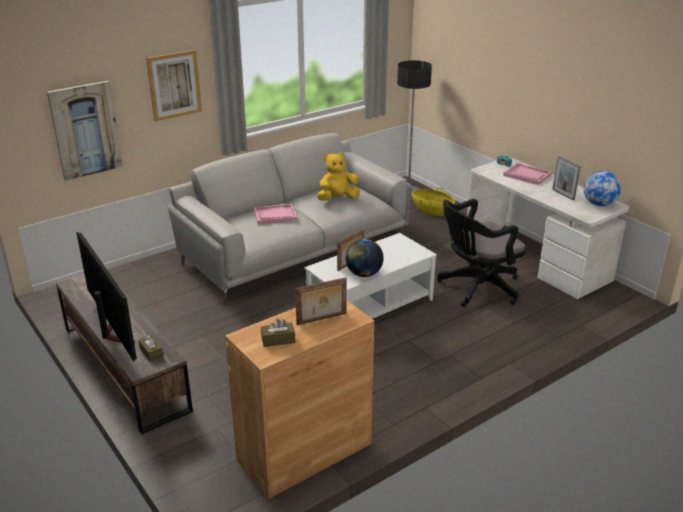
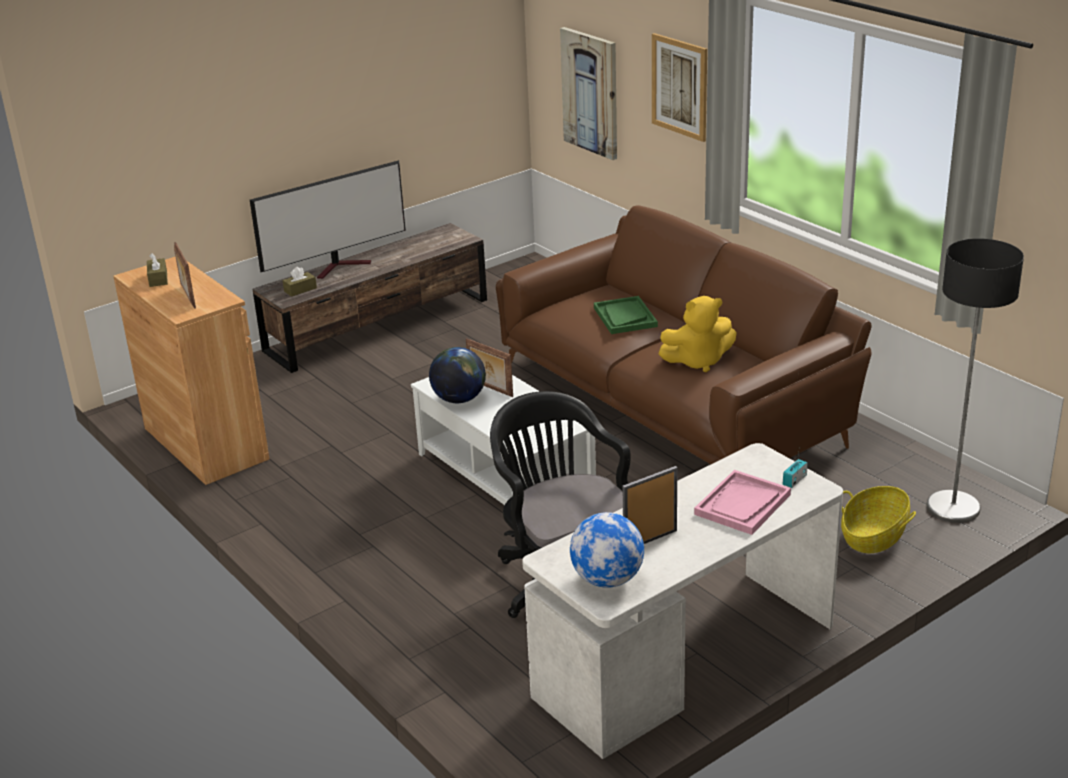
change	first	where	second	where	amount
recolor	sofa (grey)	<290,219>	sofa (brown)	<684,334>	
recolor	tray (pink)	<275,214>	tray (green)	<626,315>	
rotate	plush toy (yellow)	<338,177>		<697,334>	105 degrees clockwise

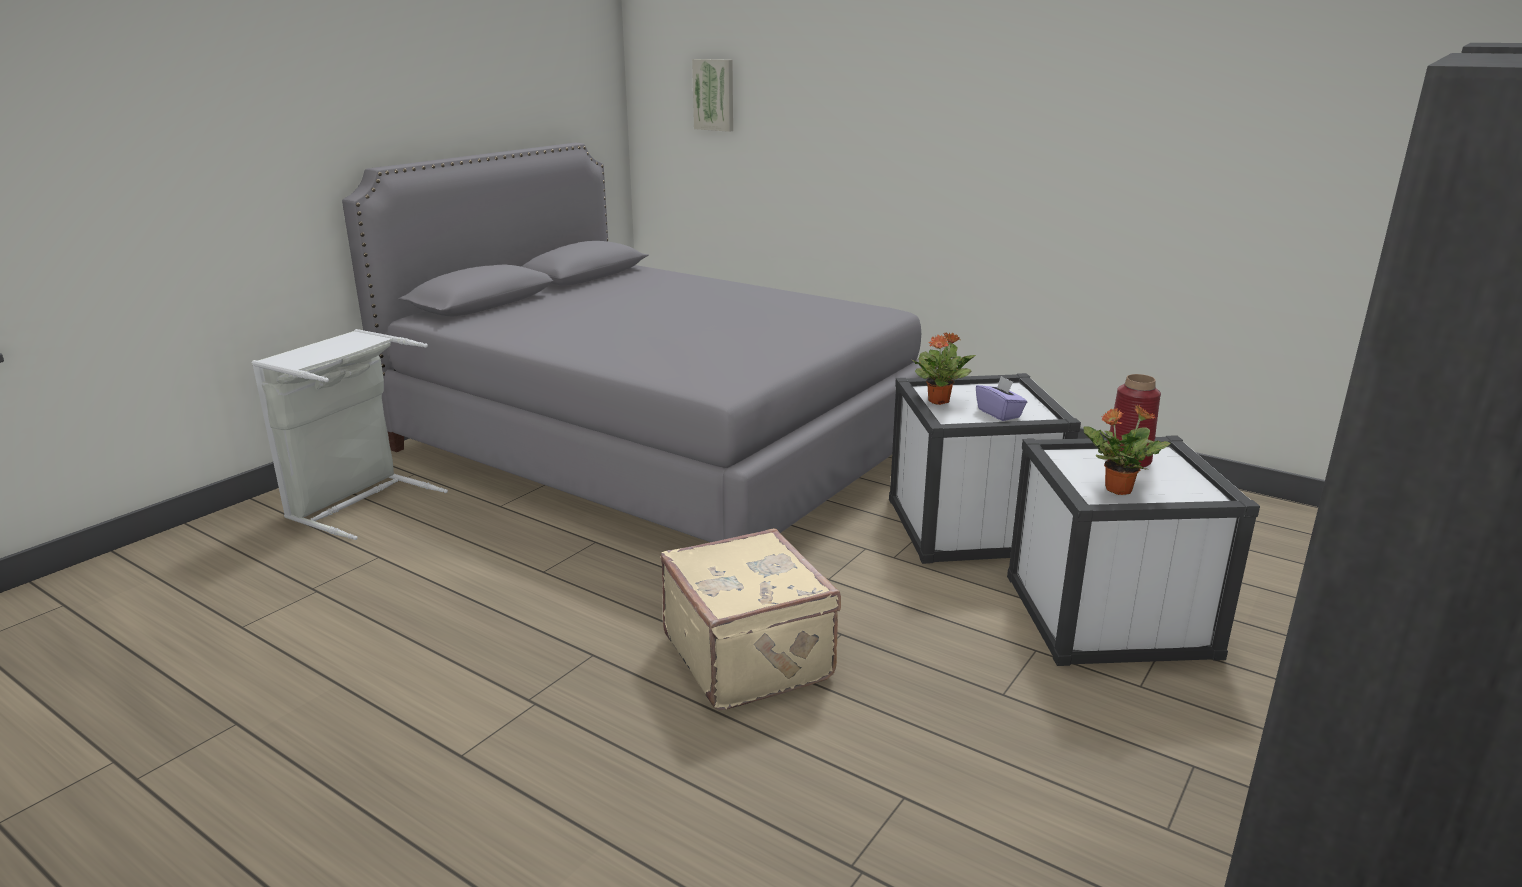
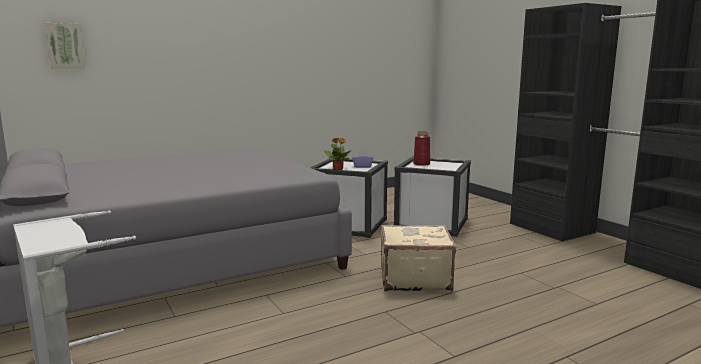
change	first	where	second	where	amount
delete	potted plant	<1127,449>			

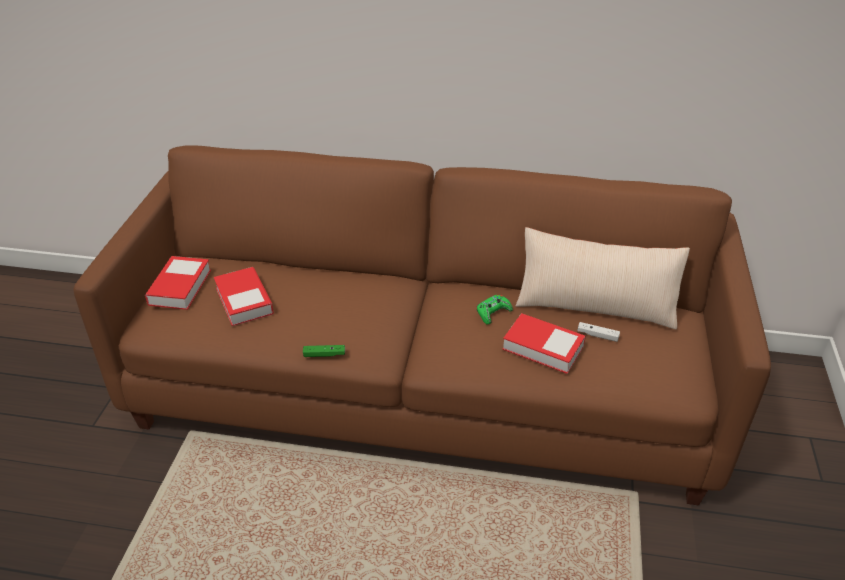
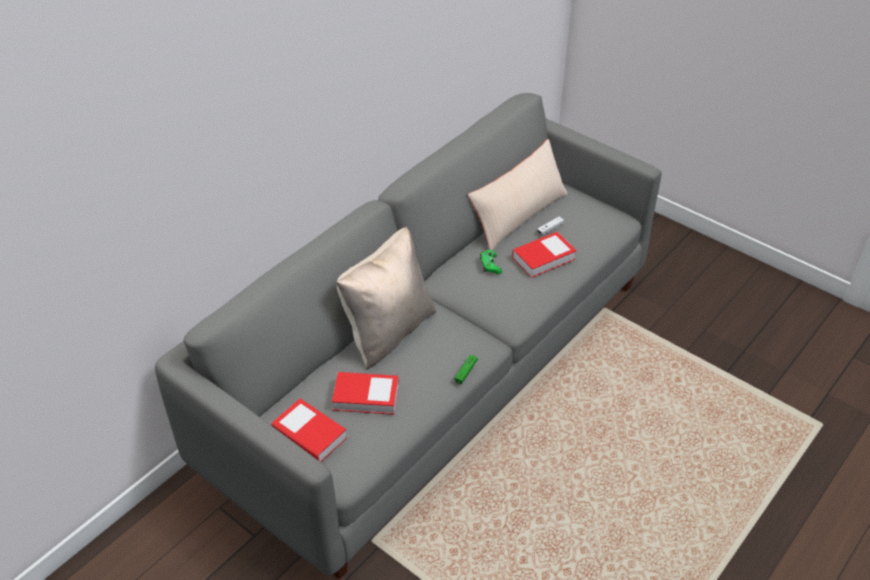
change	first	where	second	where	amount
insert			pillow (beige)	<386,298>	
recolor	sofa (brown)	<422,325>	sofa (grey)	<408,336>	

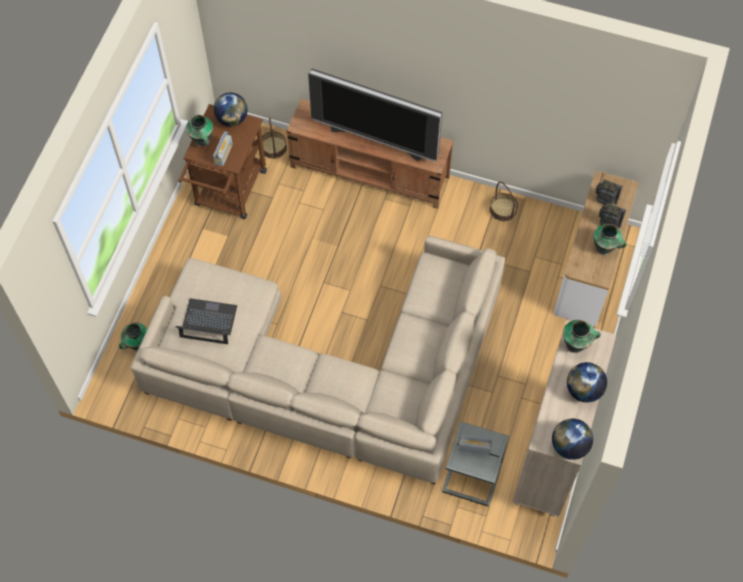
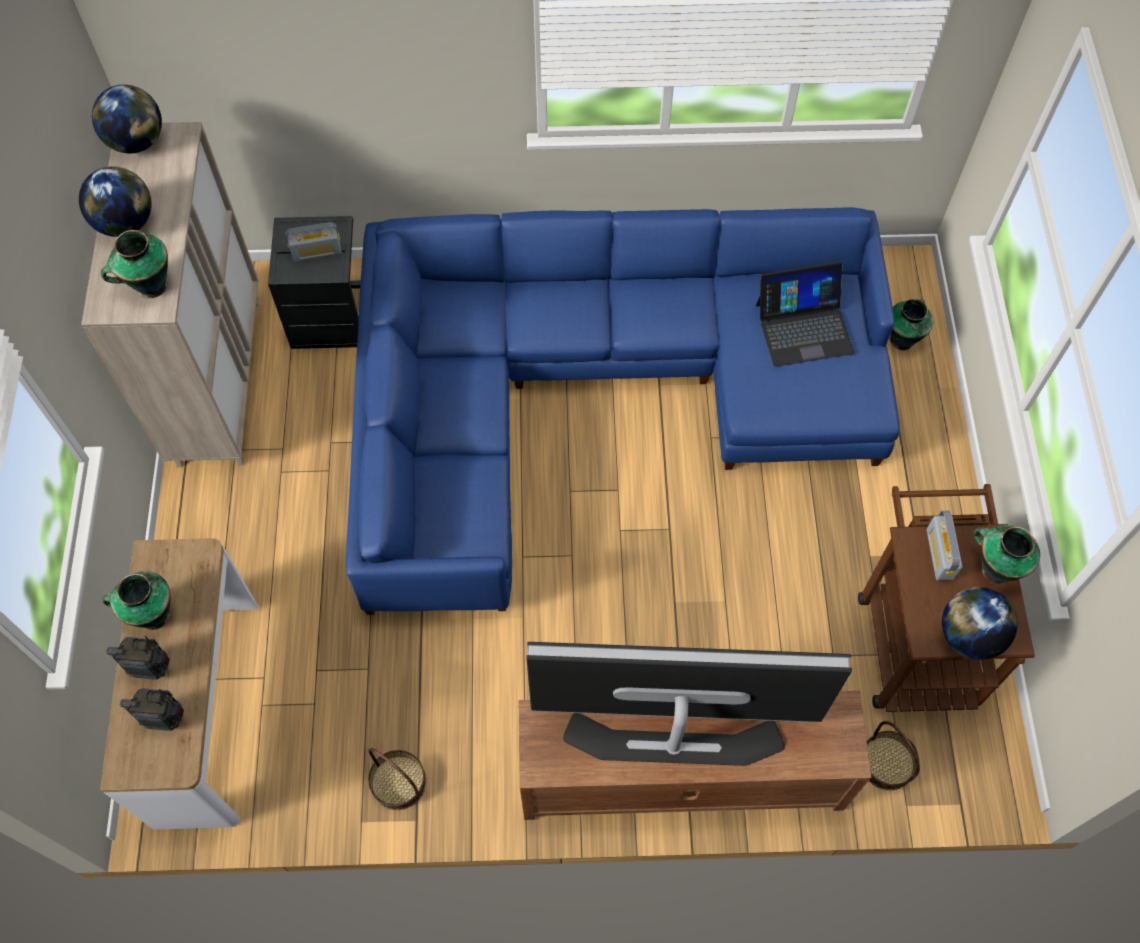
change	first	where	second	where	amount
recolor	sofa (beige)	<318,360>	sofa (blue)	<623,411>	

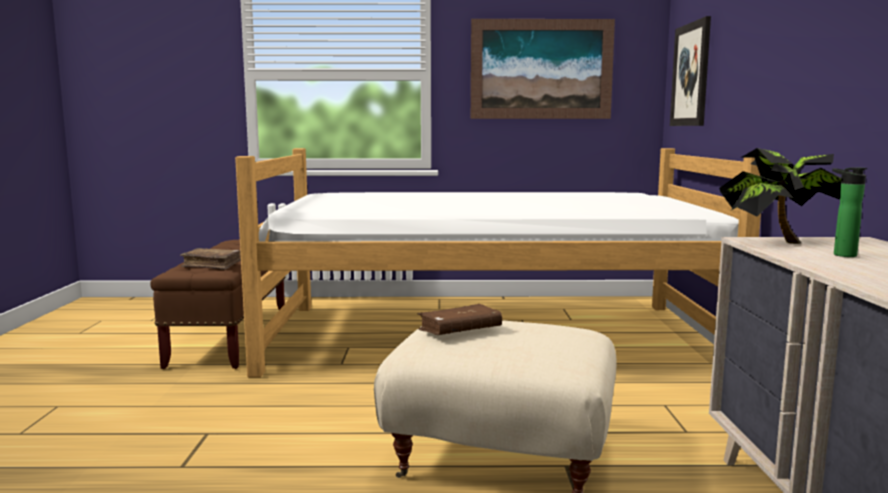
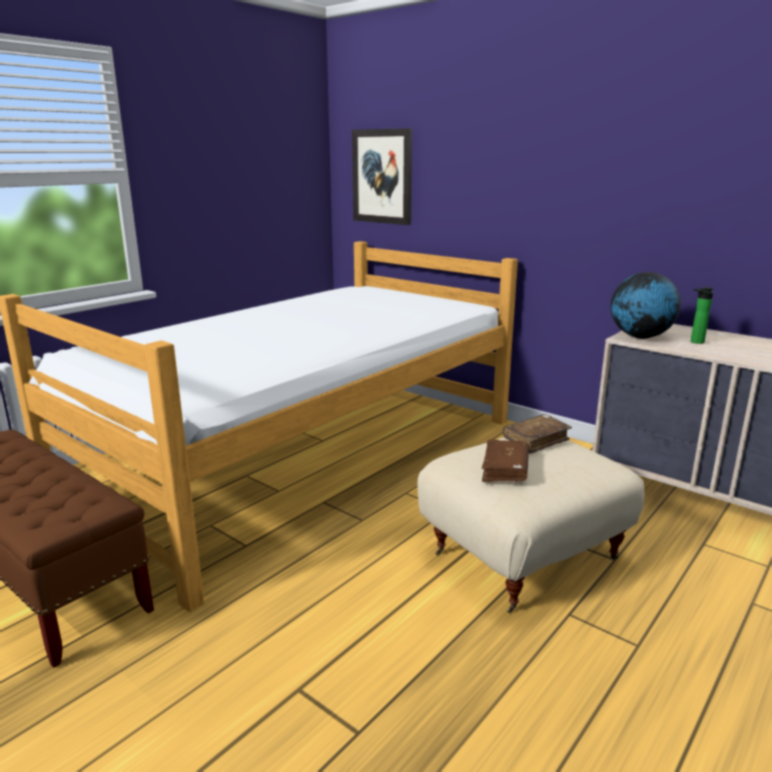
change	first	where	second	where	amount
delete	picture	<543,69>			
move	book (brown)	<210,259>		<537,434>	
replace	potted plant	<780,196>	globe	<646,305>	

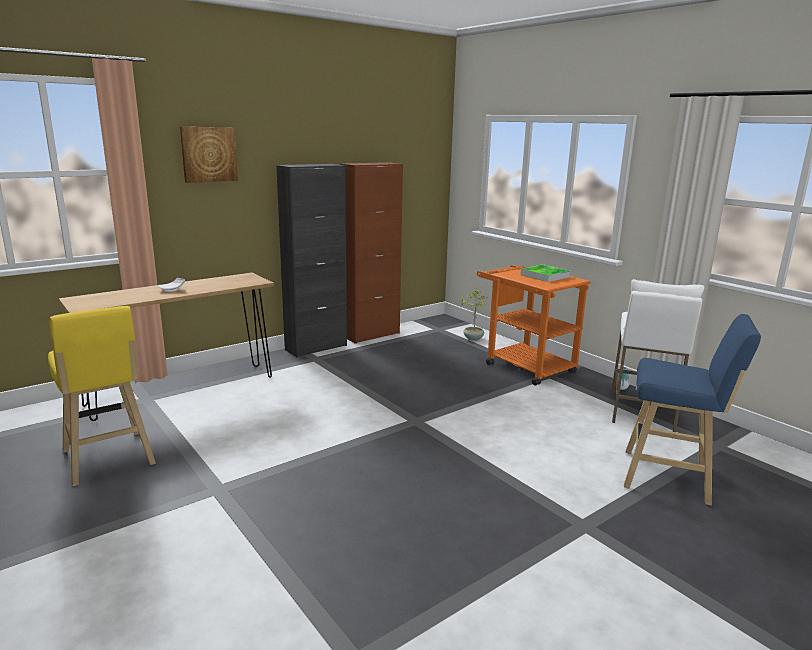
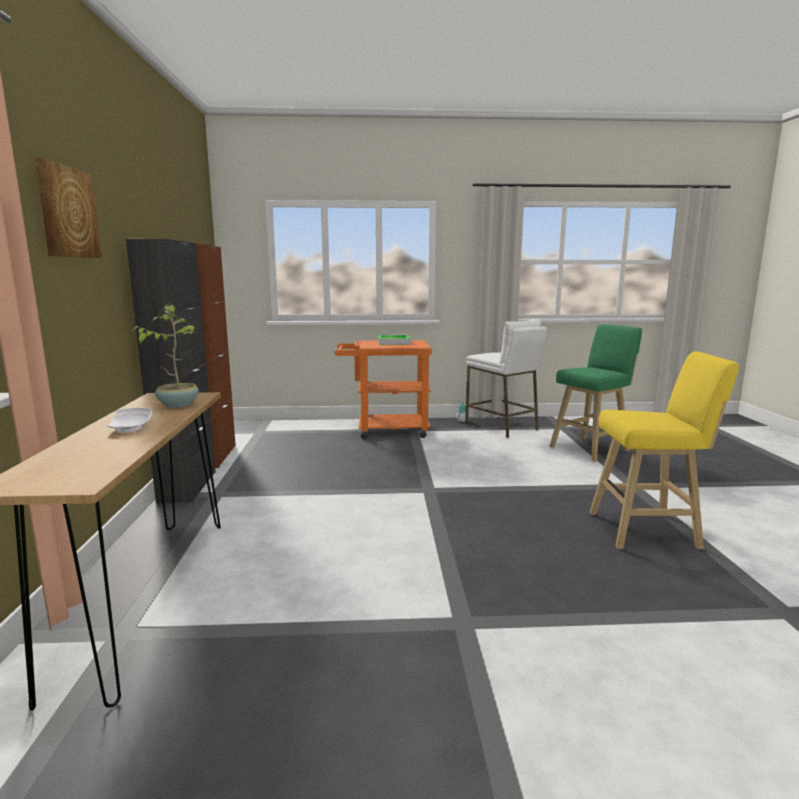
change	first	where	second	where	amount
move	stool (yellow)	<102,396>		<664,450>	
move	potted plant	<474,315>		<165,356>	
recolor	stool (blue)	<692,409>	stool (green)	<595,393>	

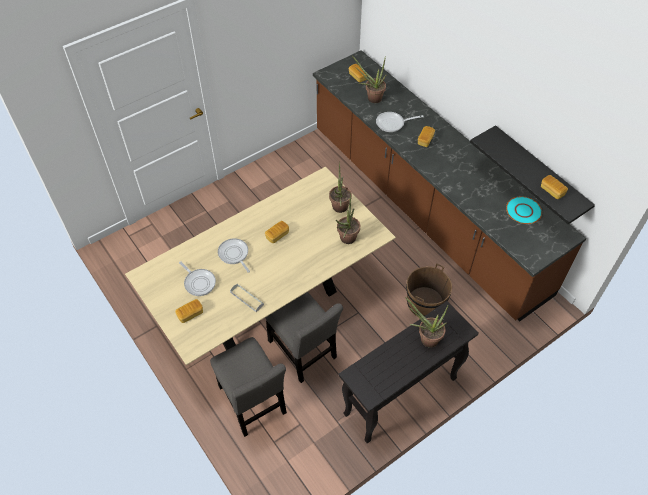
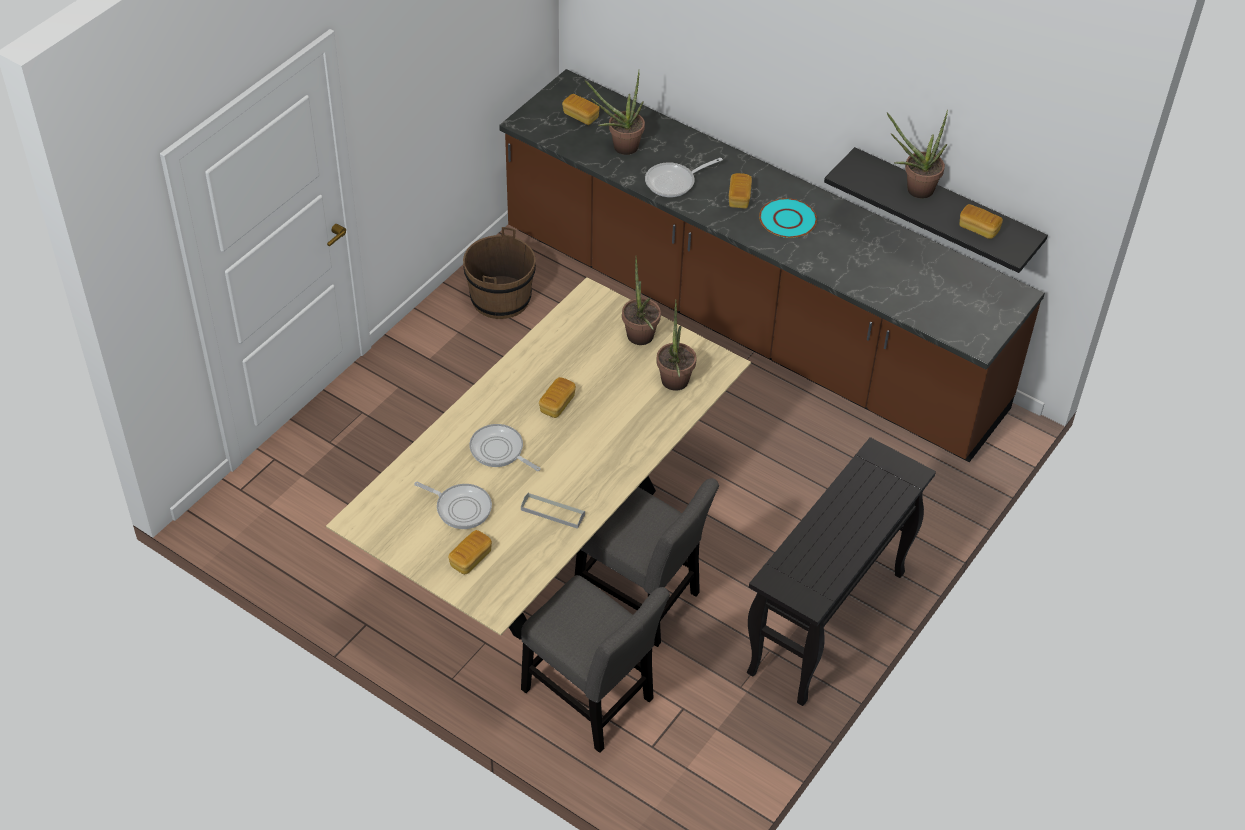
change	first	where	second	where	amount
move	potted plant	<426,322>		<917,154>	
move	bucket (brown)	<429,290>		<499,273>	
move	plate (turquoise)	<524,210>		<788,218>	

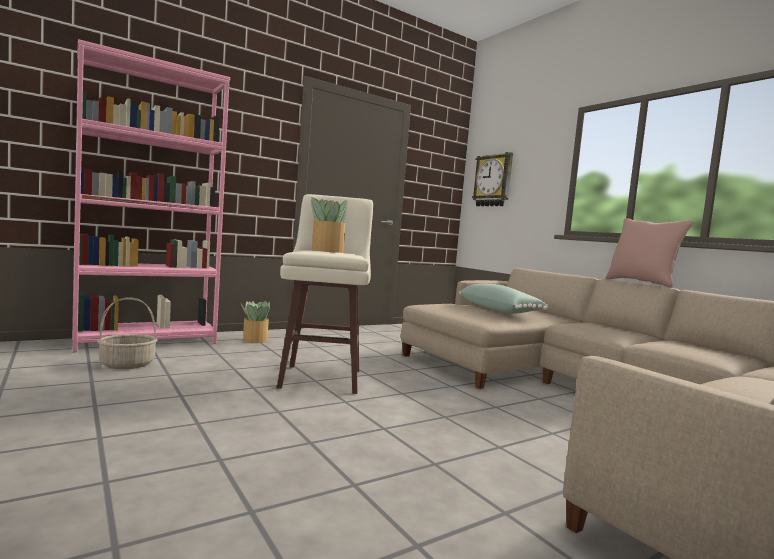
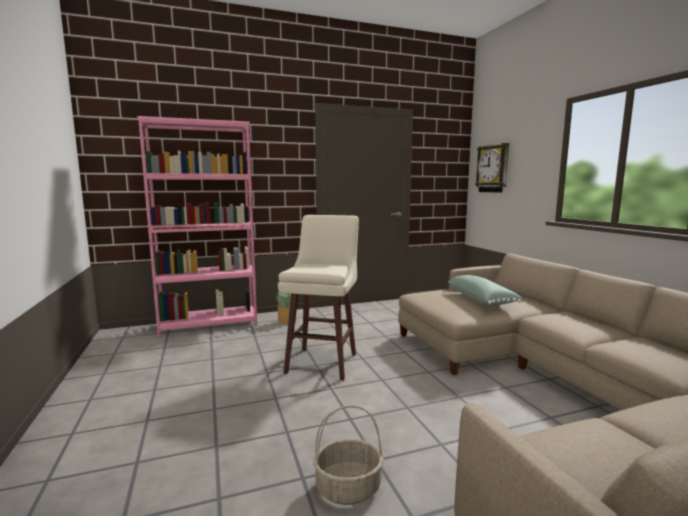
change	first	where	second	where	amount
delete	potted plant	<329,225>			
delete	pillow (pink)	<649,253>			
move	basket	<127,333>		<348,455>	

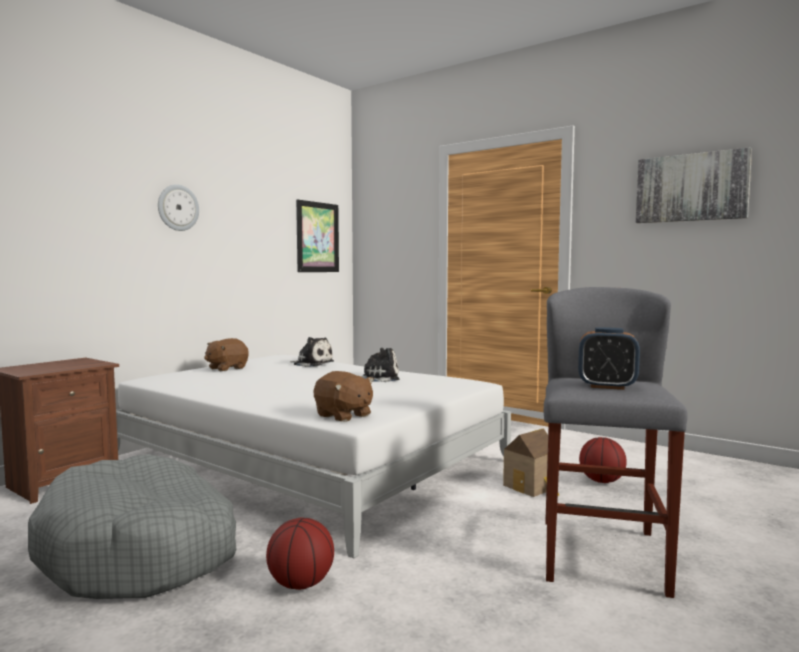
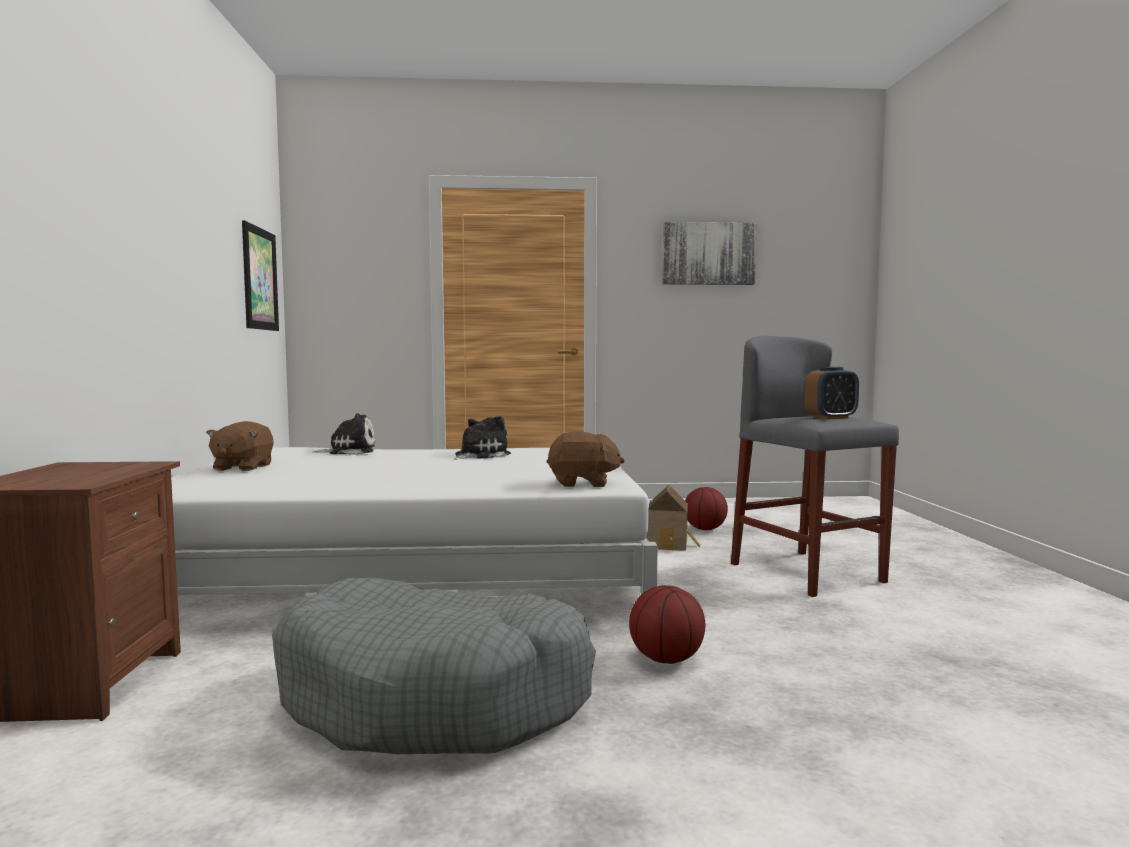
change	first	where	second	where	amount
delete	wall clock	<178,207>			

